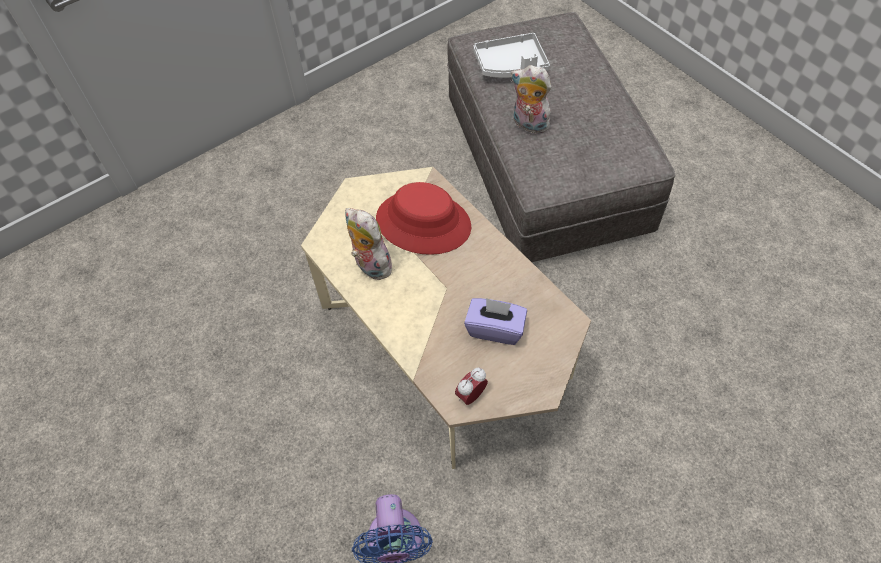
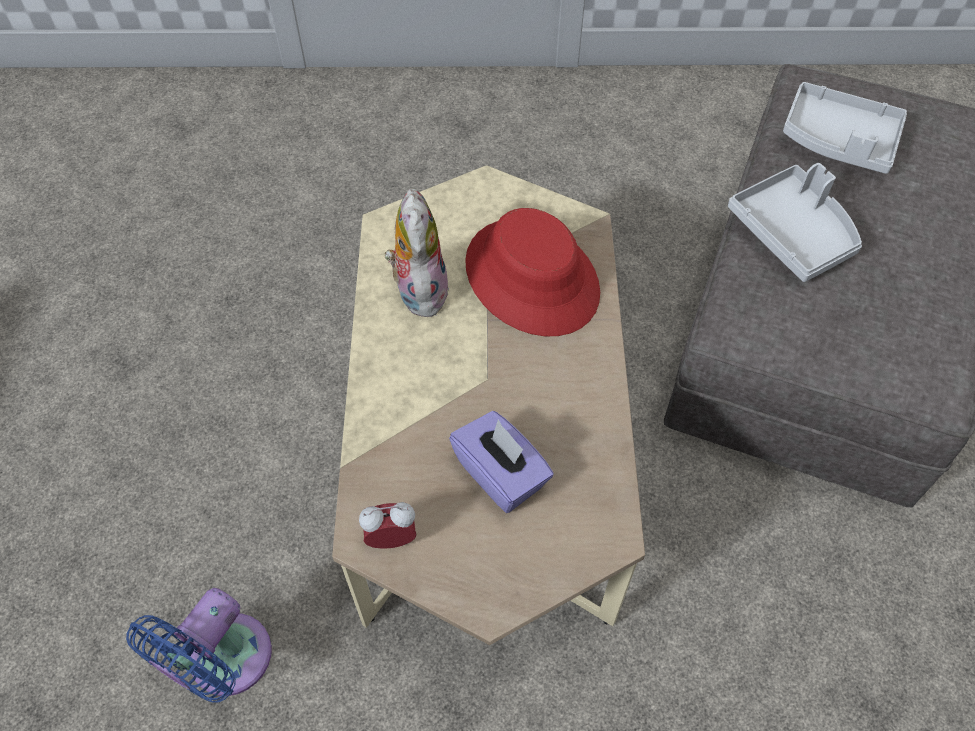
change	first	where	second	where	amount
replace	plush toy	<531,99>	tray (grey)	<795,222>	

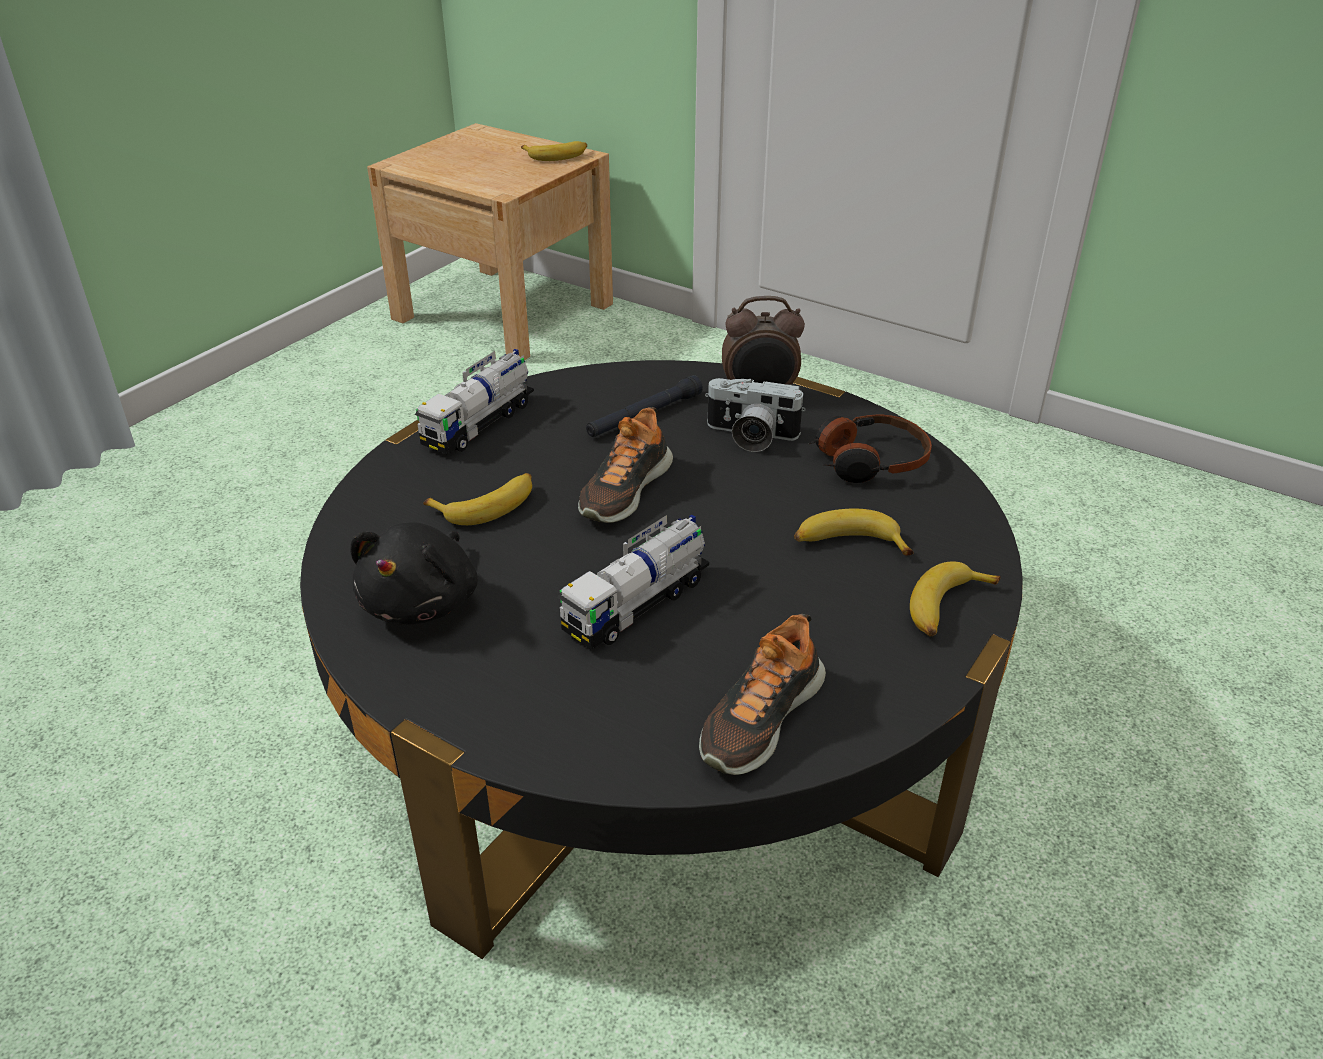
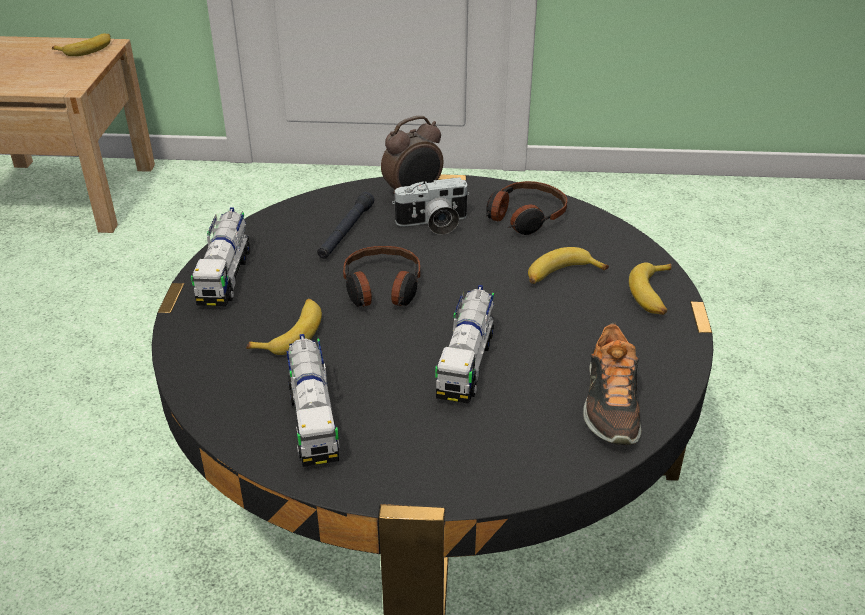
change	first	where	second	where	amount
replace	plush toy (black)	<414,573>	toy truck	<313,400>	
replace	shoe	<625,465>	headphones	<381,276>	

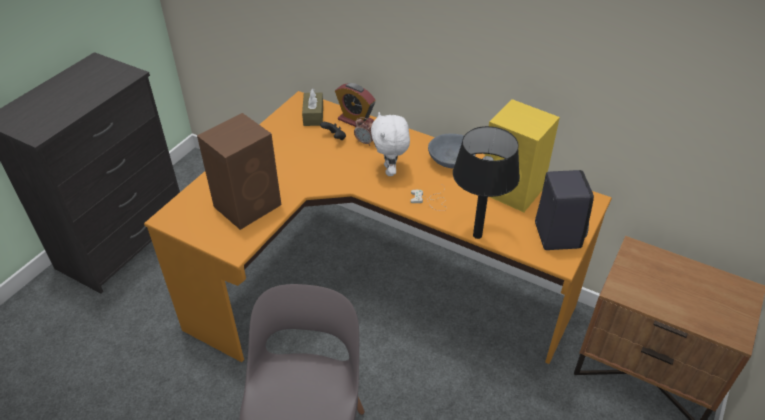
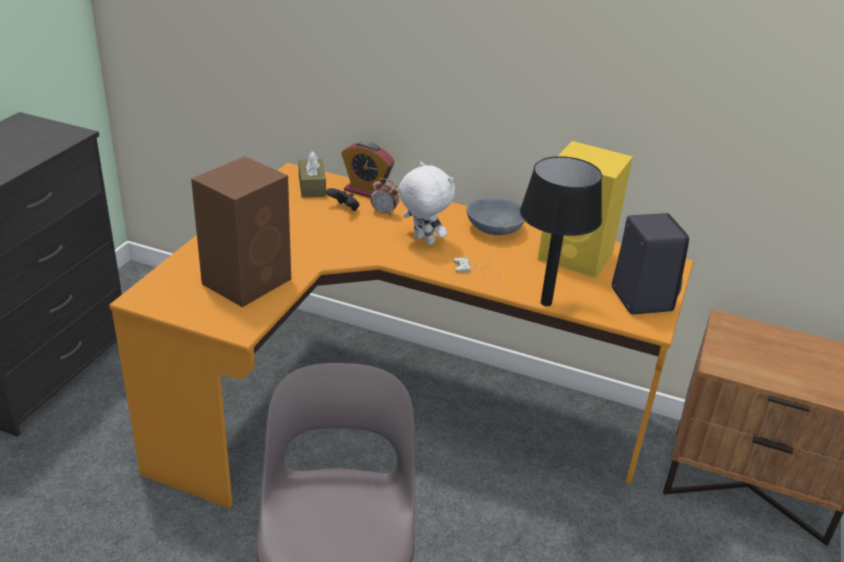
change	first	where	second	where	amount
rotate	plush toy (white)	<390,144>		<426,203>	150 degrees clockwise

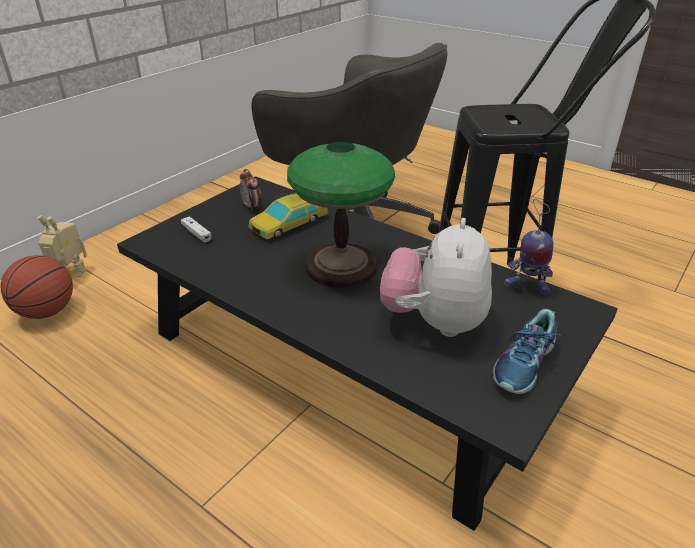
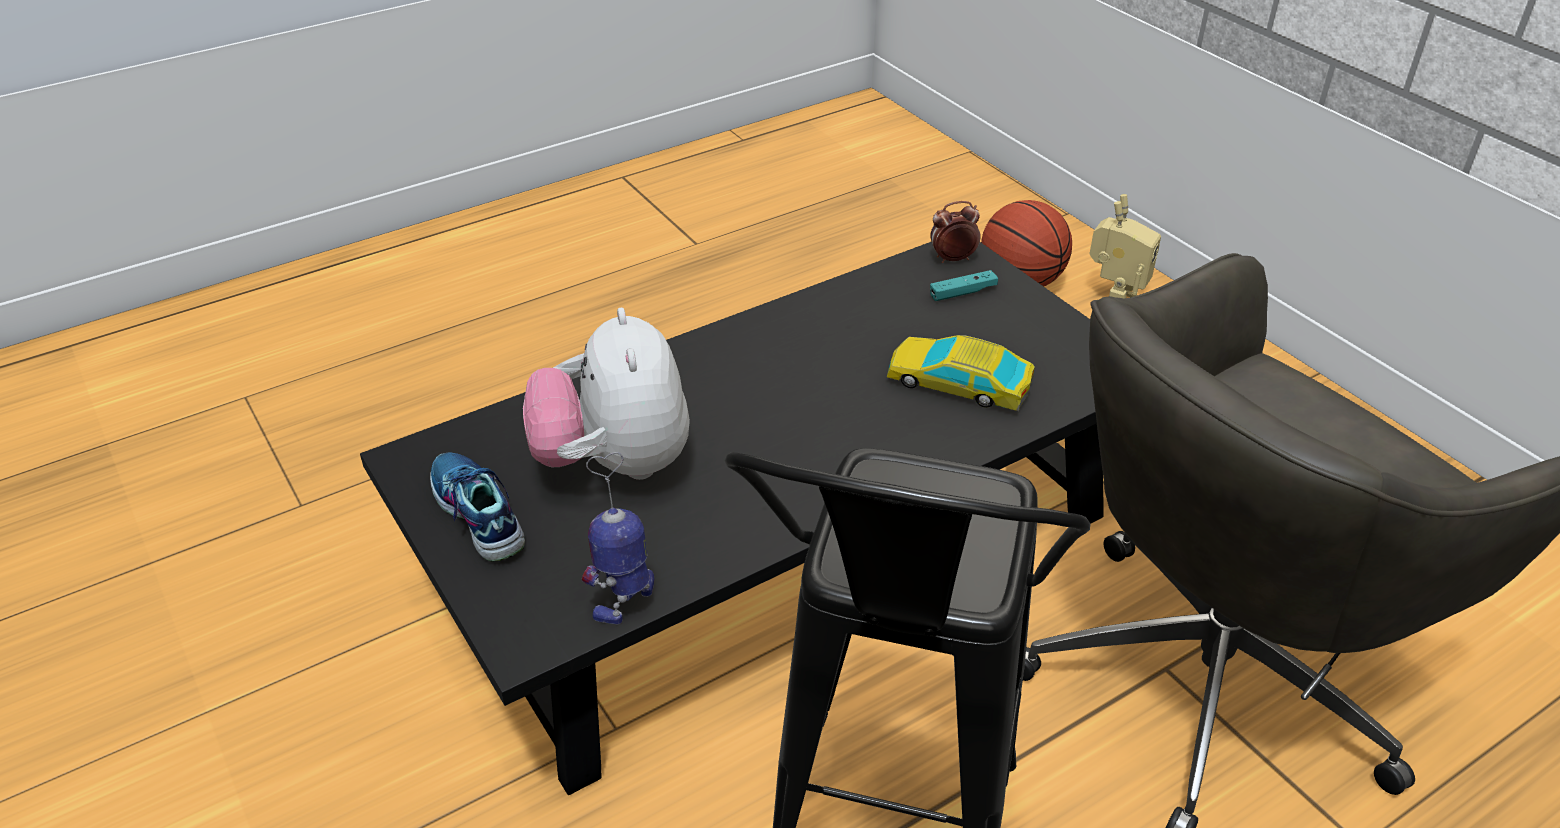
change	first	where	second	where	amount
delete	table lamp	<341,215>			
move	alarm clock	<250,190>		<955,232>	
recolor	game controller (white)	<196,229>	game controller (turquoise)	<964,285>	
rotate	toy car	<288,216>		<961,373>	45 degrees counterclockwise
rotate	plush toy	<436,277>		<606,394>	135 degrees counterclockwise

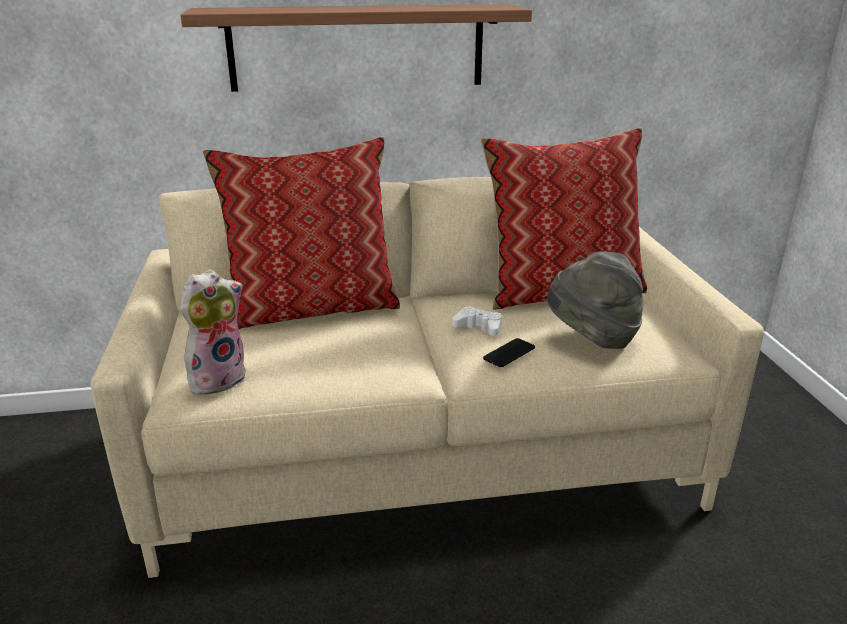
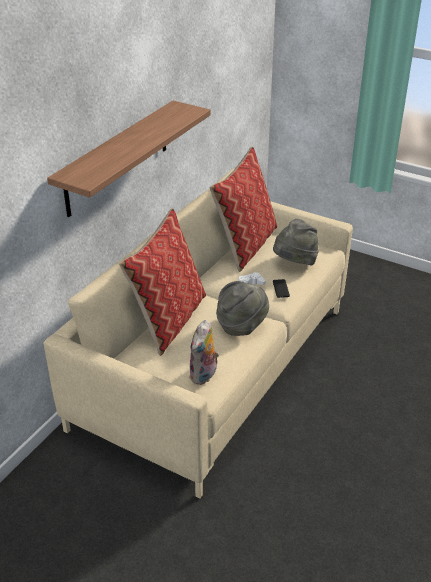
change	first	where	second	where	amount
insert			hat (grey)	<242,308>	
rotate	plush toy	<213,332>		<204,352>	150 degrees counterclockwise

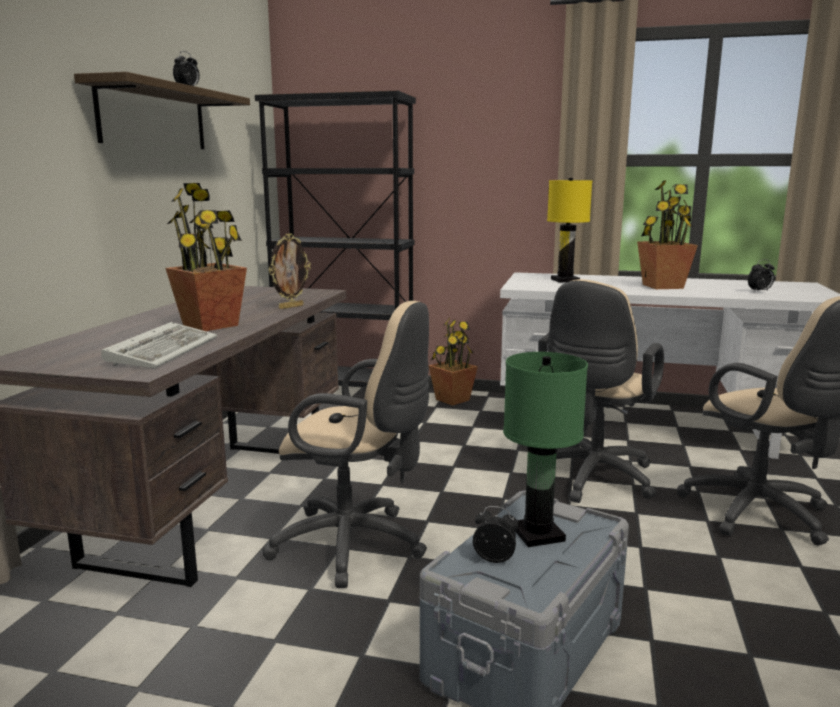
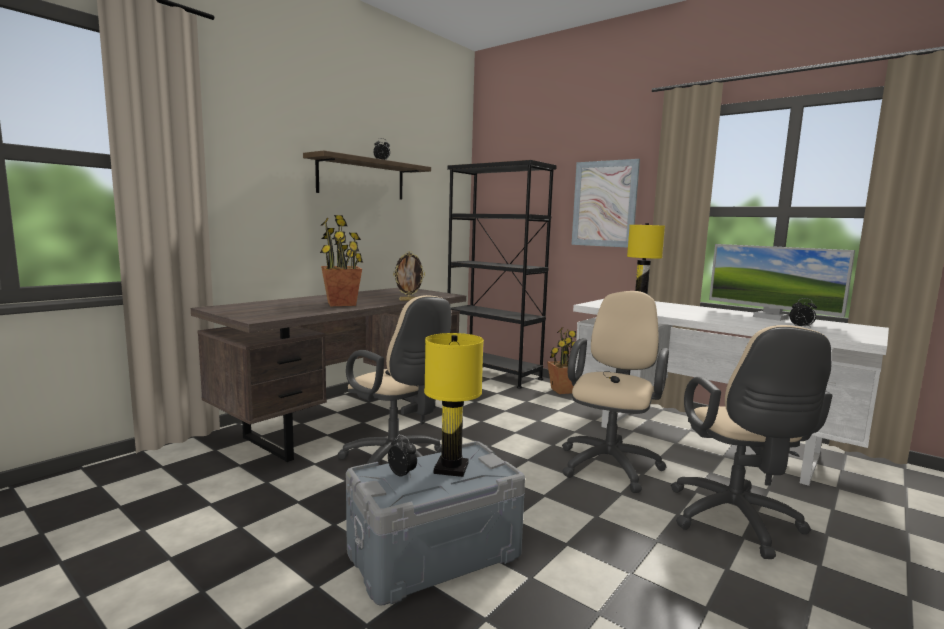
change	first	where	second	where	amount
delete	keyboard	<159,345>			
delete	potted plant	<667,235>			
insert			picture	<606,203>	
insert			monitor	<782,282>	
recolor	table lamp (green)	<545,449>	table lamp (yellow)	<454,405>	
rotate	office chair (beige)	<601,391>		<615,392>	150 degrees clockwise

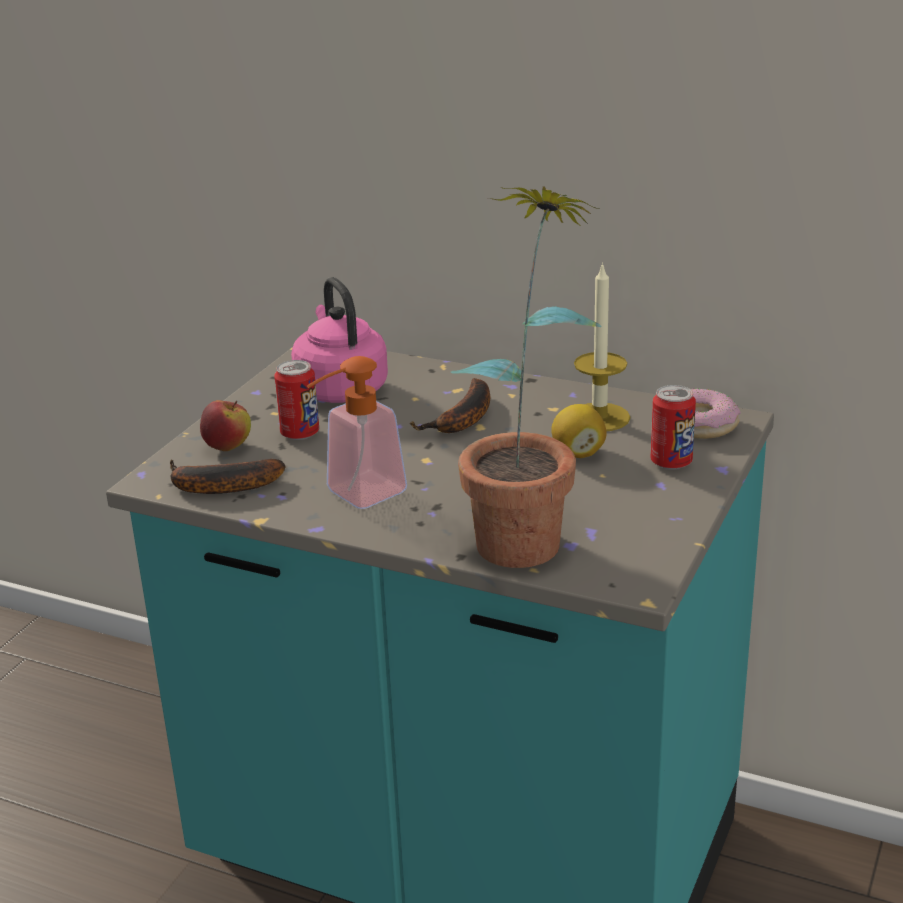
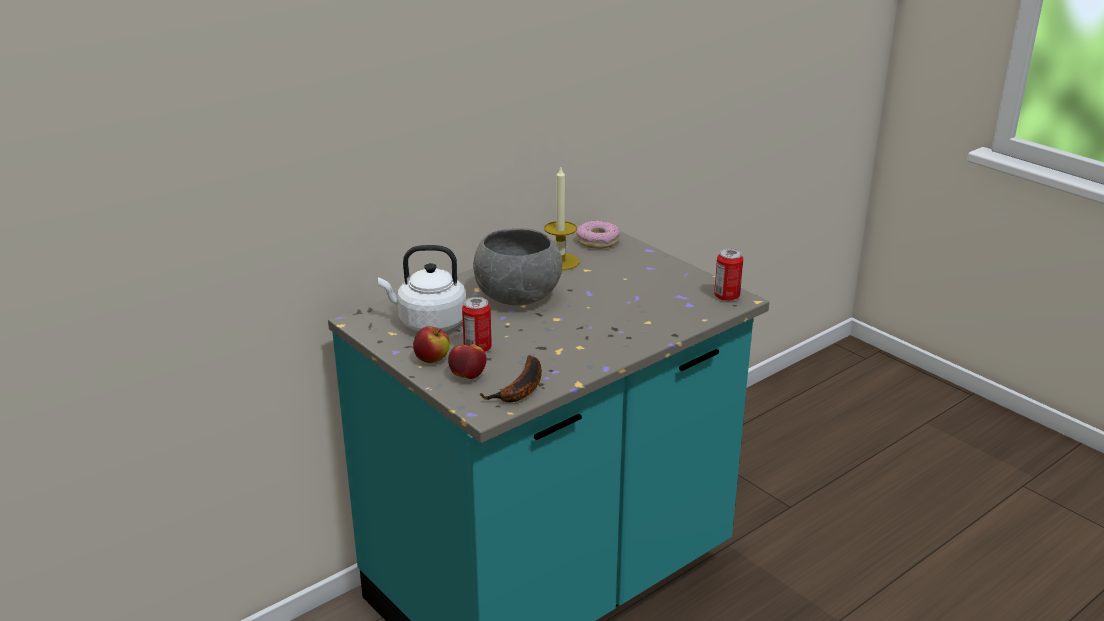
change	first	where	second	where	amount
delete	soap dispenser	<357,432>			
delete	potted plant	<526,377>			
delete	lemon	<579,431>			
insert			apple	<431,344>	
move	can	<673,427>		<728,275>	
replace	banana	<450,405>	bowl (grey)	<517,266>	
recolor	kettle (pink)	<339,340>	kettle (white)	<422,288>	

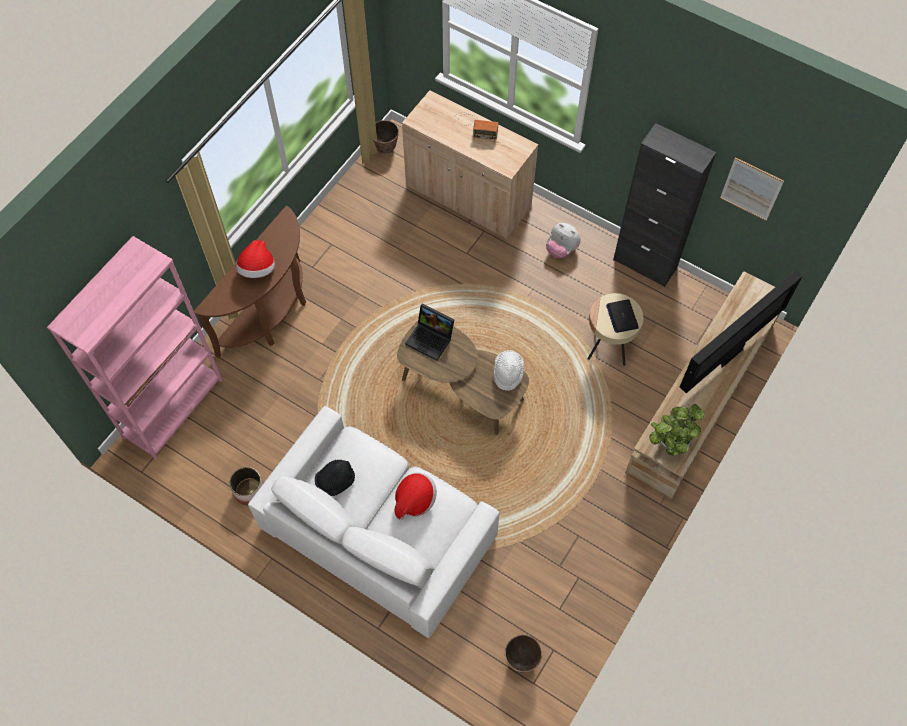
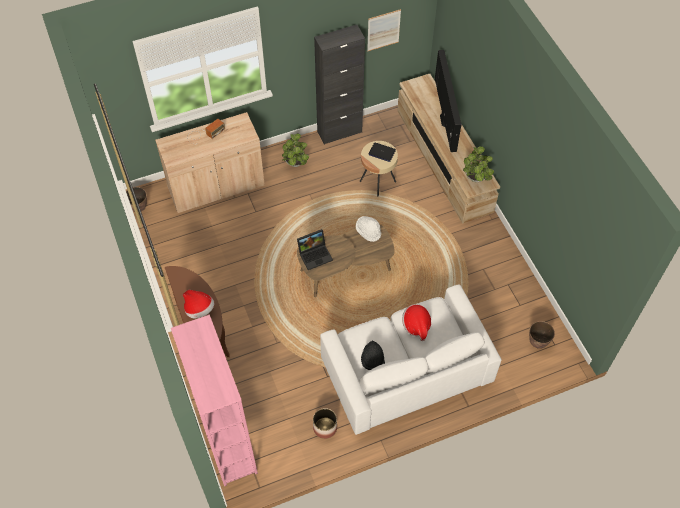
change	first	where	second	where	amount
replace	plush toy	<563,240>	potted plant	<295,150>	

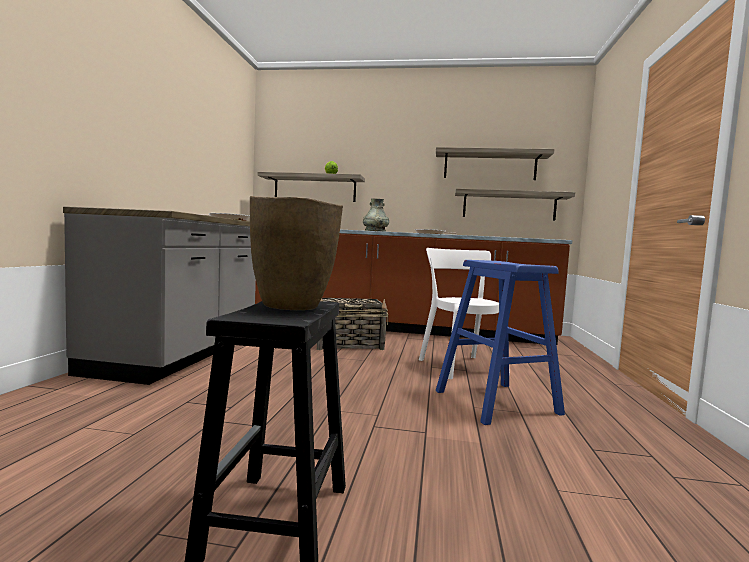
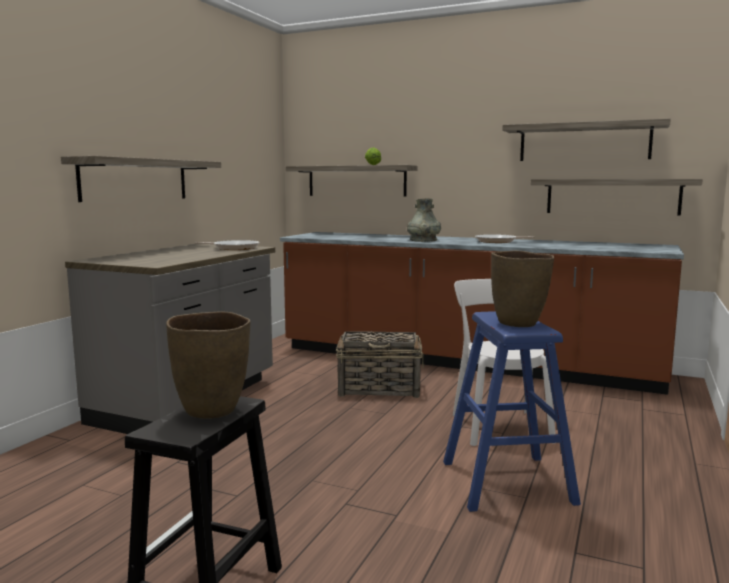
change	first	where	second	where	amount
insert			shelf	<141,179>	
insert			vase (brown)	<522,289>	

